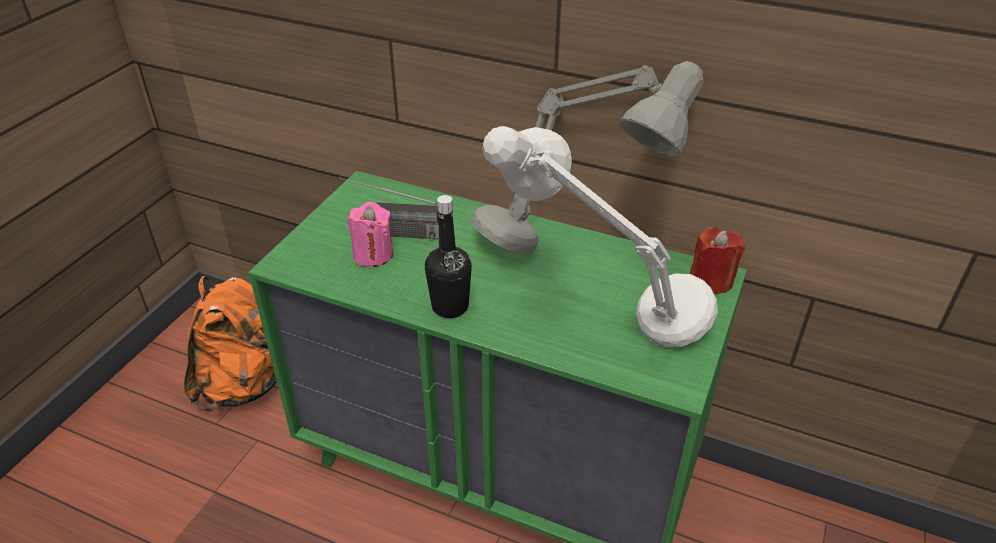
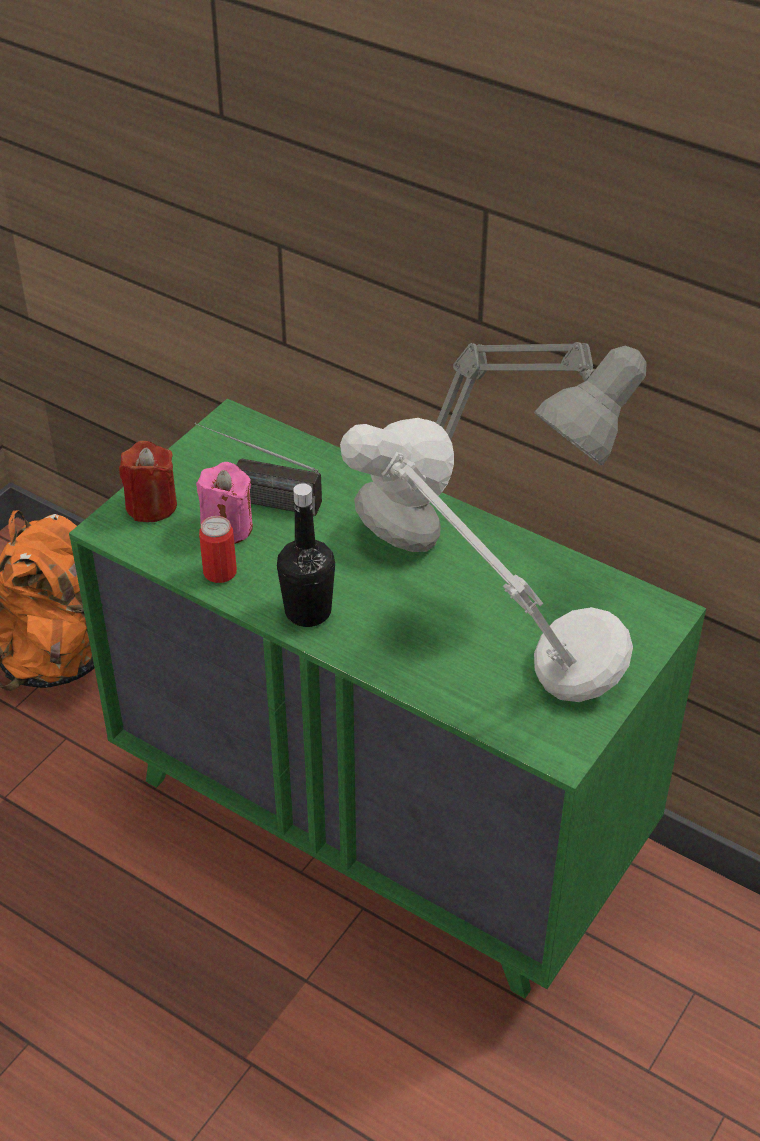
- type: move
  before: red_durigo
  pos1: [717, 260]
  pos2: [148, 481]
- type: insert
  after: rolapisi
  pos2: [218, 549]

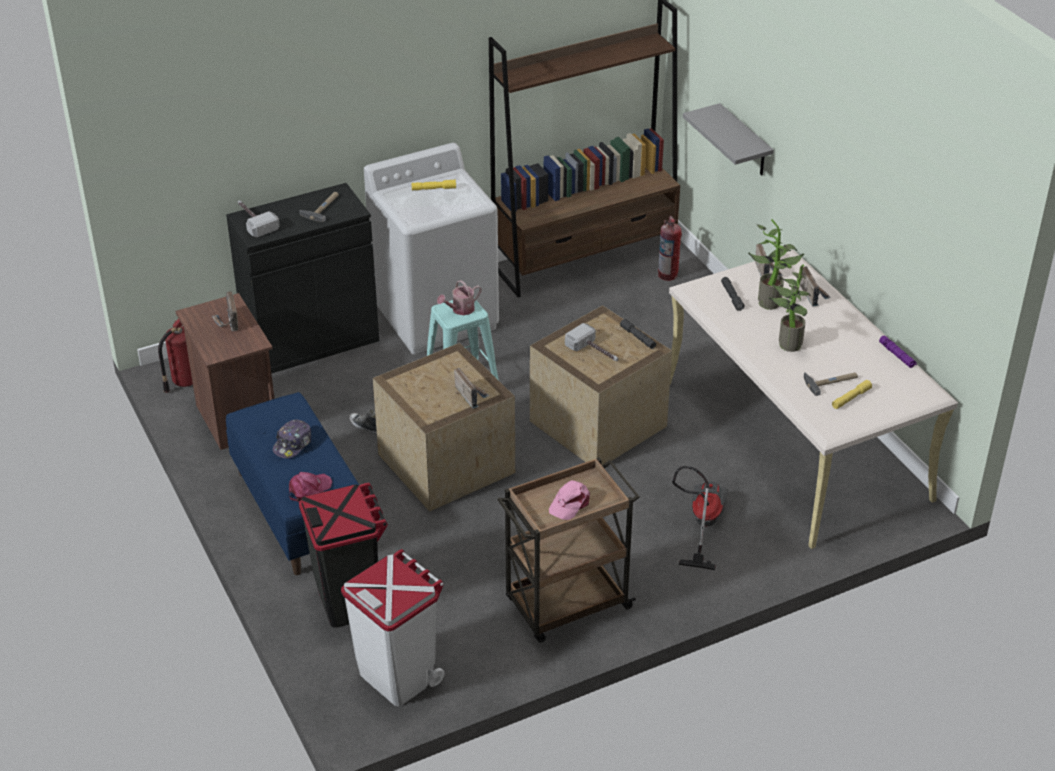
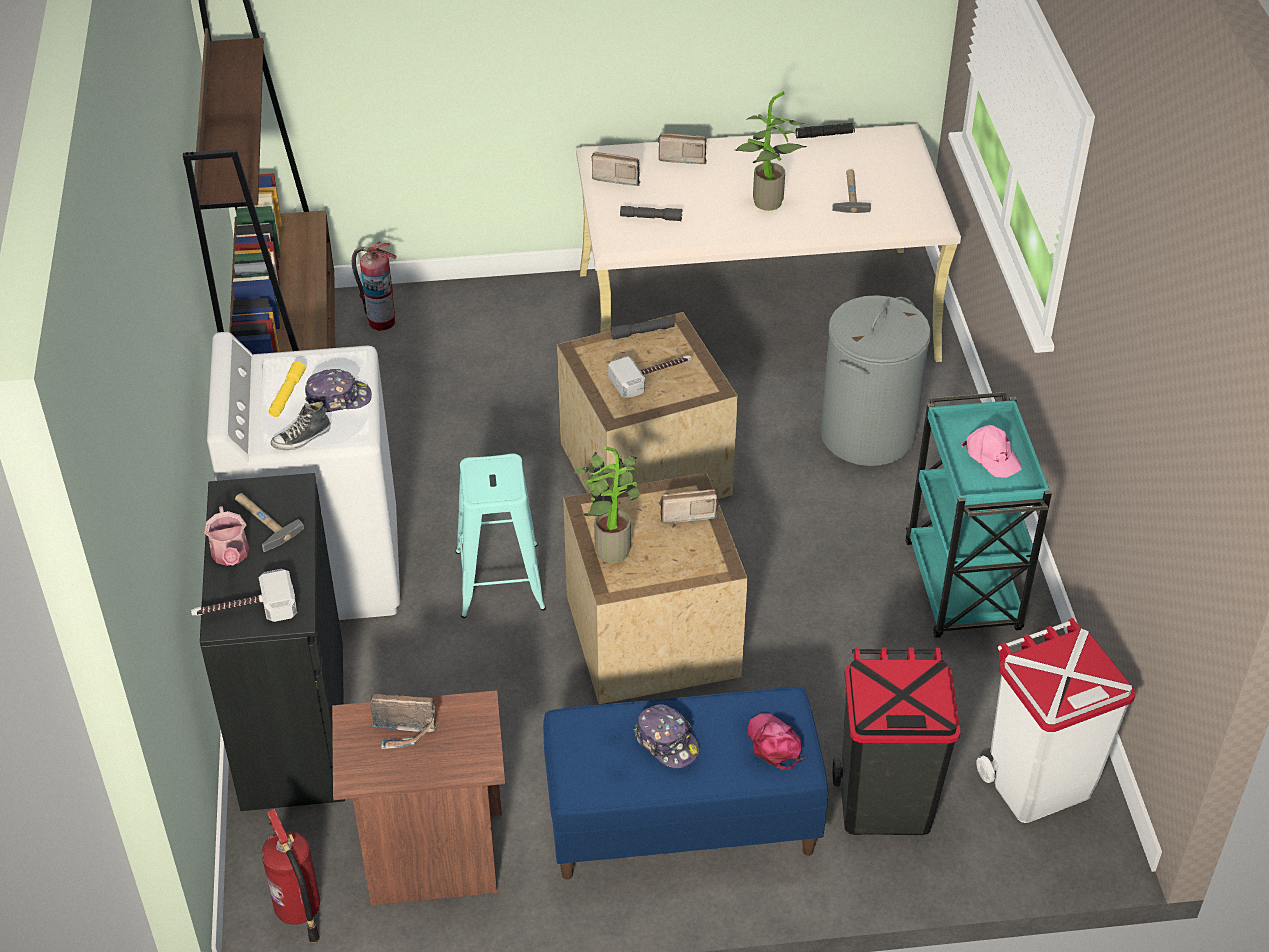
- type: move
  before: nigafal
  pos1: [363, 422]
  pos2: [301, 426]
- type: move
  before: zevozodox
  pos1: [459, 297]
  pos2: [226, 536]
- type: recolor
  before: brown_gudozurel
  after: turquoise_gudozurel
  pos1: [568, 550]
  pos2: [978, 515]
- type: replace
  before: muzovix
  after: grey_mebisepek
  pos1: [700, 518]
  pos2: [875, 380]
- type: delete
  before: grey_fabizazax
  pos1: [728, 139]
- type: move
  before: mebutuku
  pos1: [776, 264]
  pos2: [606, 505]
- type: delete
  before: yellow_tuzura
  pos1: [852, 394]
- type: recolor
  before: purple_tuzura
  after: black_tuzura
  pos1: [898, 352]
  pos2: [825, 130]
- type: insert
  after: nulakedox
  pos2: [338, 390]

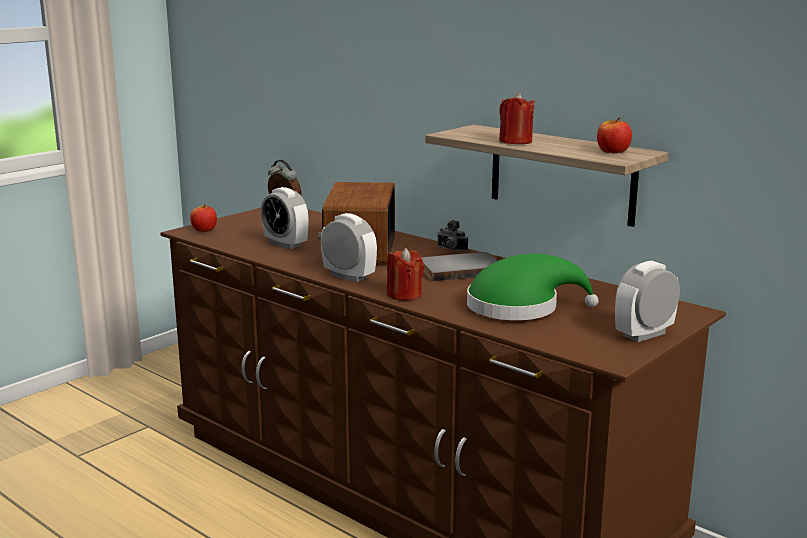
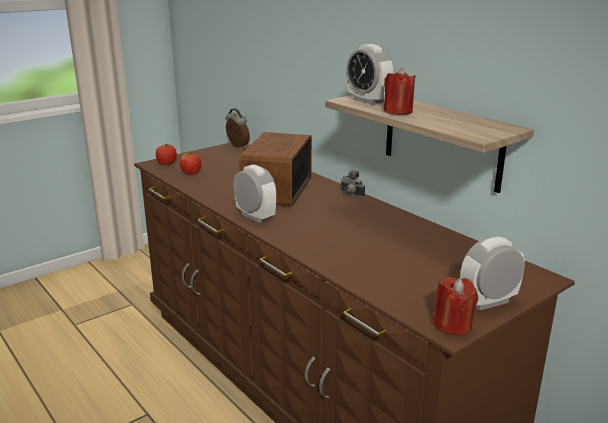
- type: move
  before: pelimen
  pos1: [284, 218]
  pos2: [370, 74]
- type: move
  before: red_durigo
  pos1: [405, 274]
  pos2: [455, 306]
- type: delete
  before: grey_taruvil
  pos1: [459, 266]
- type: delete
  before: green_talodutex
  pos1: [533, 287]
- type: move
  before: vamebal
  pos1: [614, 135]
  pos2: [190, 163]

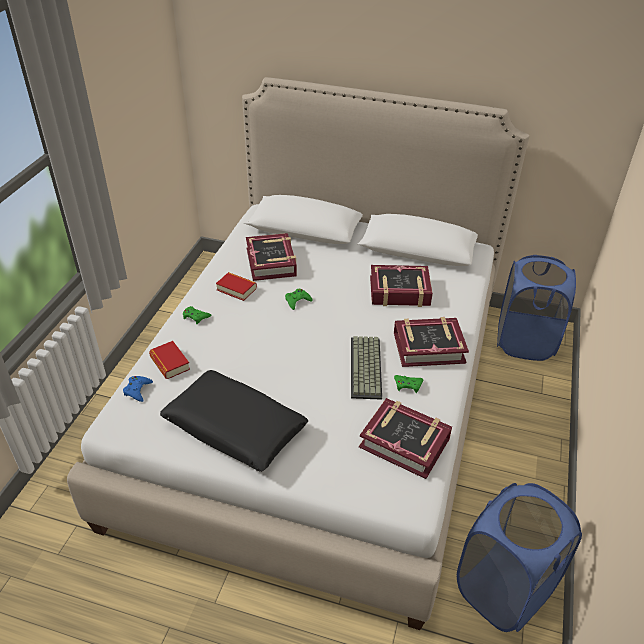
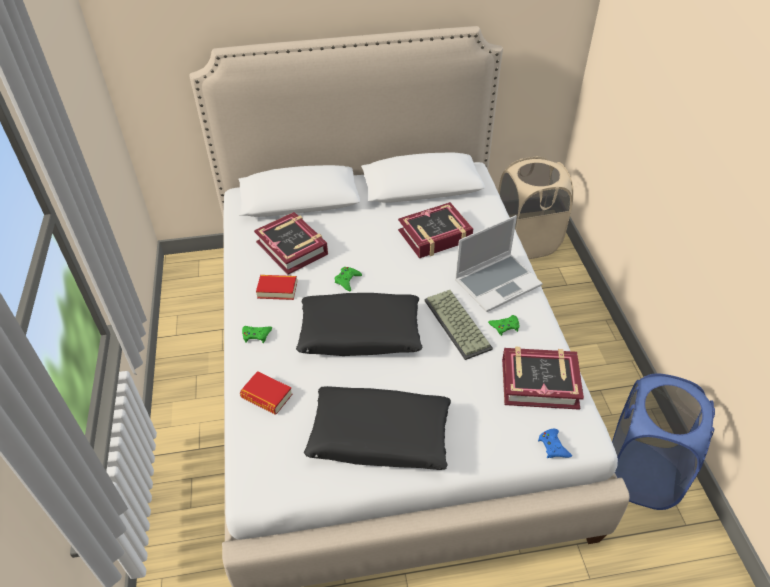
- type: move
  before: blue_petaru
  pos1: [138, 389]
  pos2: [555, 443]
- type: replace
  before: taruvil
  after: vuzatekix
  pos1: [431, 342]
  pos2: [499, 263]
- type: recolor
  before: blue_mebisepek
  after: beige_mebisepek
  pos1: [536, 308]
  pos2: [535, 207]
- type: insert
  after: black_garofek
  pos2: [359, 324]

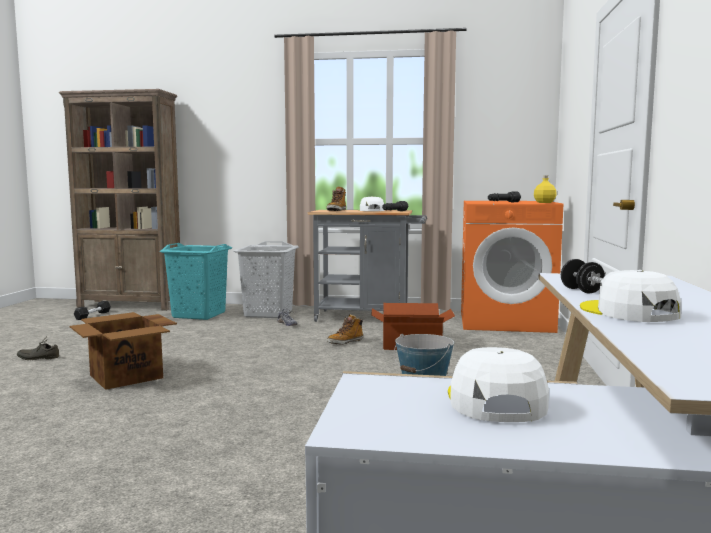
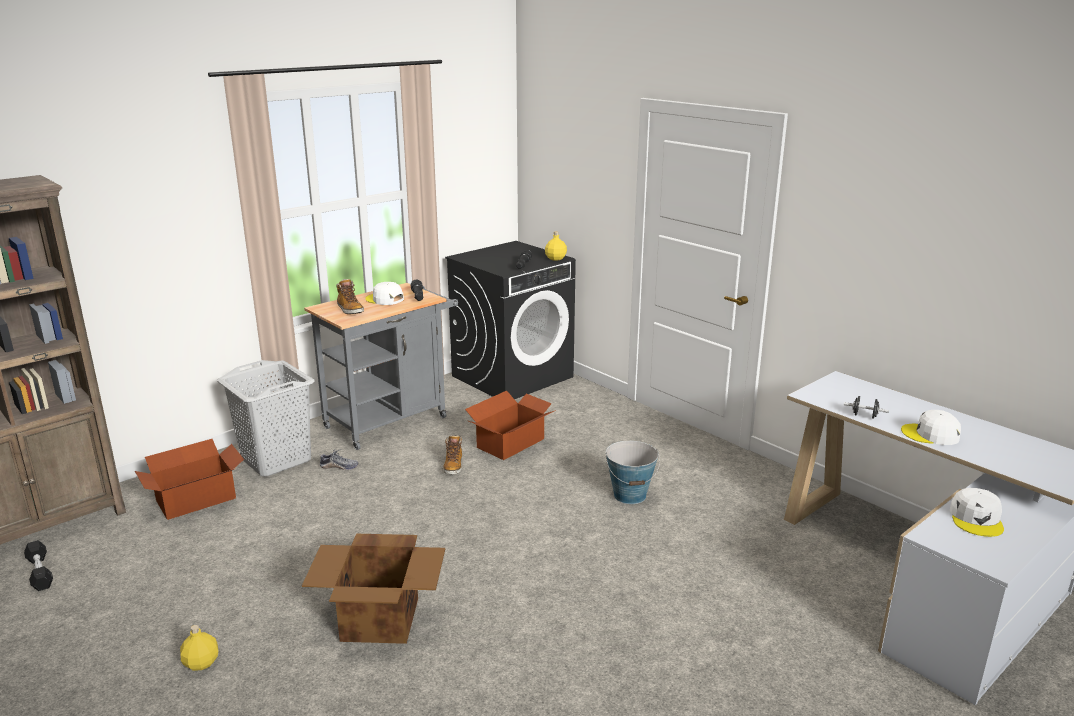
- type: replace
  before: grey_nigafal
  after: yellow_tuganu
  pos1: [38, 350]
  pos2: [199, 648]
- type: replace
  before: turquoise_mebisepek
  after: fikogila
  pos1: [195, 281]
  pos2: [189, 479]
- type: rotate
  before: white_nulakedox
  pos1: [498, 384]
  pos2: [977, 512]
  turn: -120
- type: recolor
  before: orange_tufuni
  after: black_tufuni
  pos1: [512, 267]
  pos2: [510, 320]

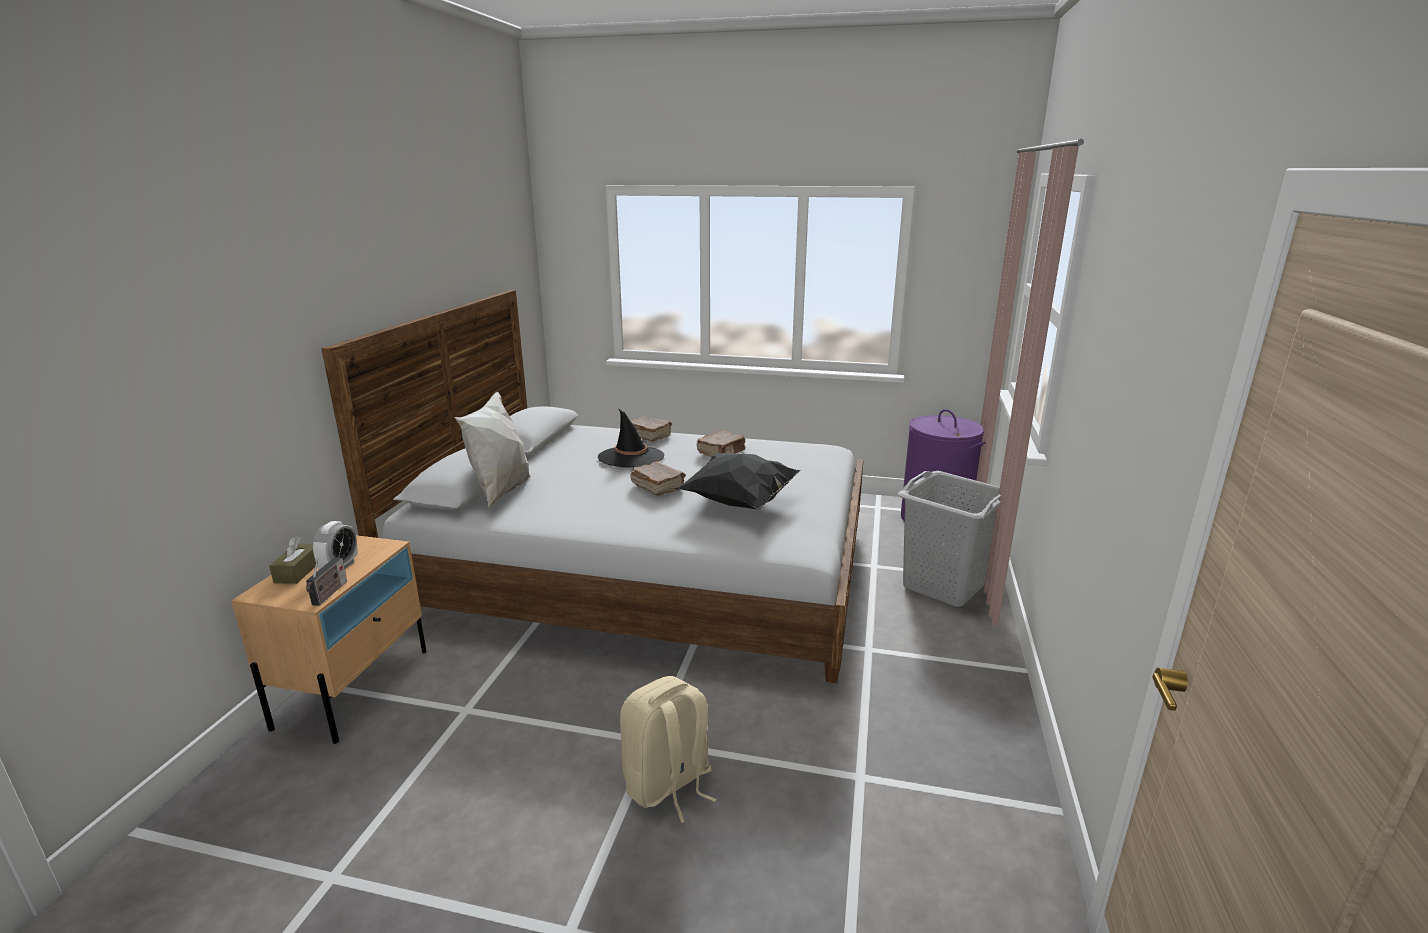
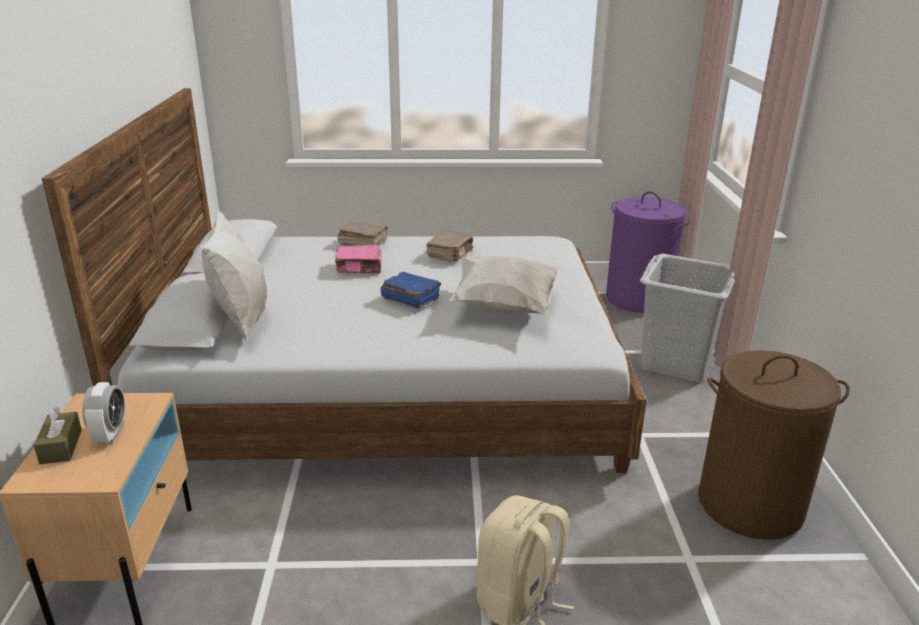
- type: delete
  before: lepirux
  pos1: [326, 581]
- type: replace
  before: black_talodutex
  after: pink_taruvil
  pos1: [631, 437]
  pos2: [358, 259]
- type: recolor
  before: brown_taruvil
  after: blue_taruvil
  pos1: [658, 478]
  pos2: [411, 290]
- type: recolor
  before: black_garofek
  after: white_garofek
  pos1: [738, 482]
  pos2: [503, 285]
- type: insert
  after: brown_mebisepek
  pos2: [774, 445]

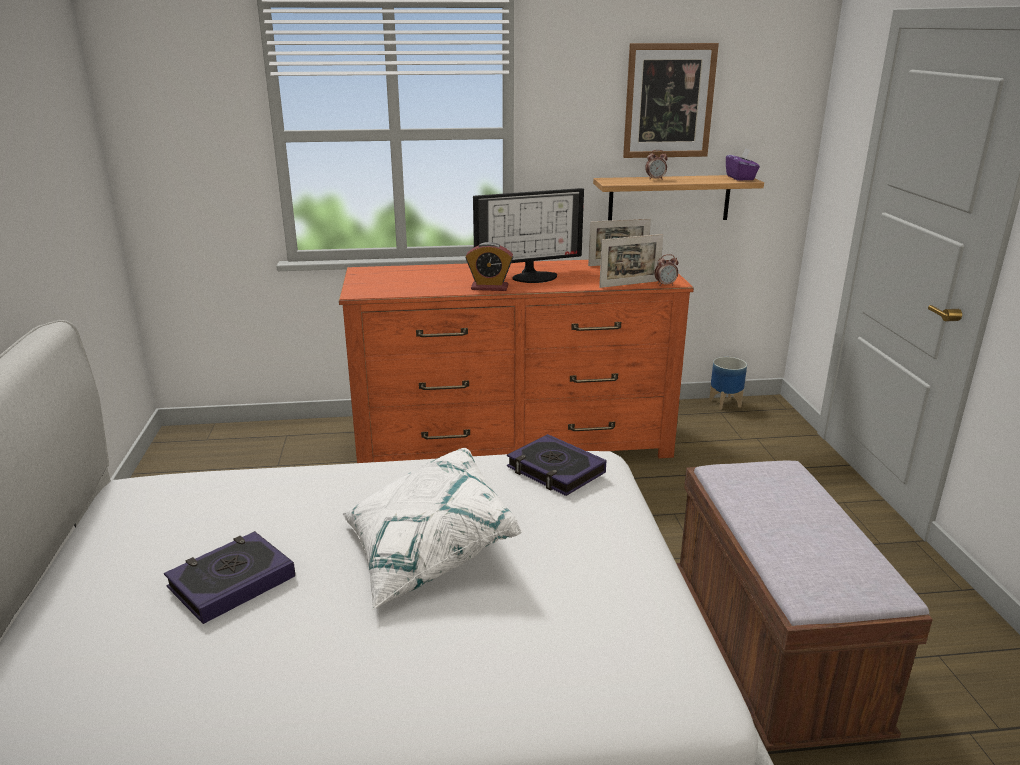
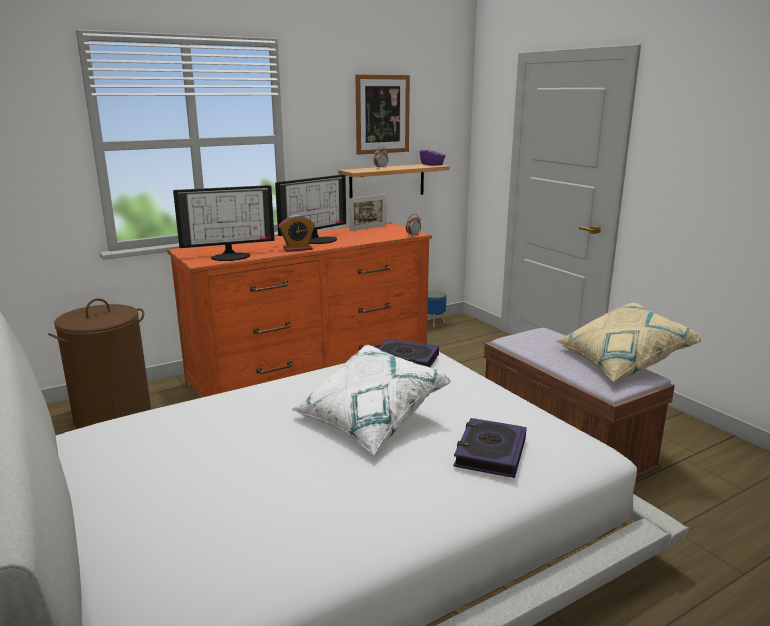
- type: move
  before: taruvil
  pos1: [229, 577]
  pos2: [490, 448]
- type: delete
  before: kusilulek
  pos1: [631, 261]
- type: insert
  after: brown_mebisepek
  pos2: [99, 363]
- type: insert
  after: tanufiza
  pos2: [224, 223]
- type: insert
  after: beige_garofek
  pos2: [629, 342]

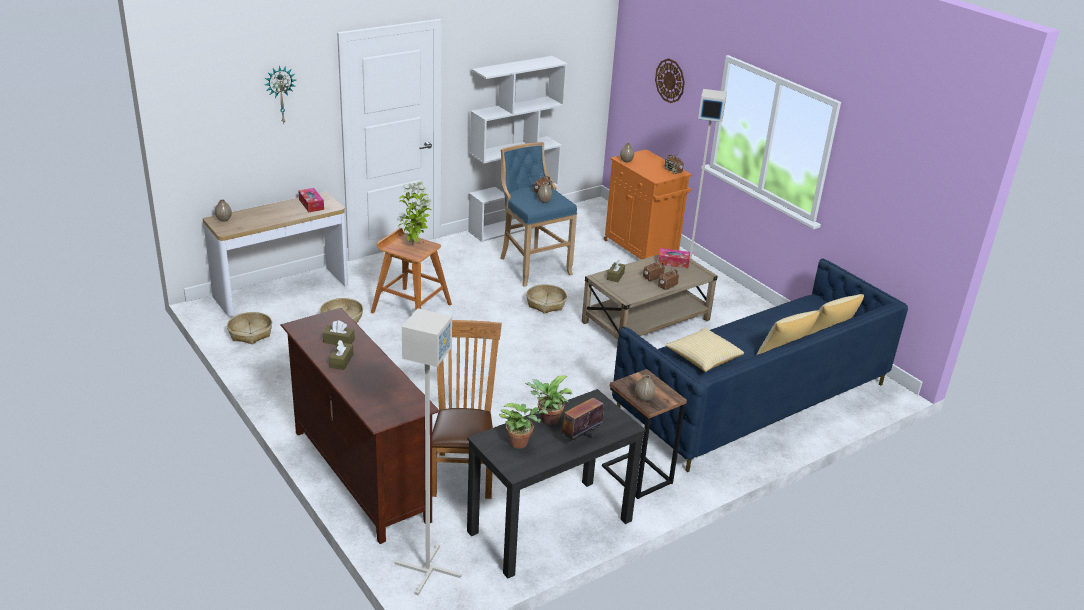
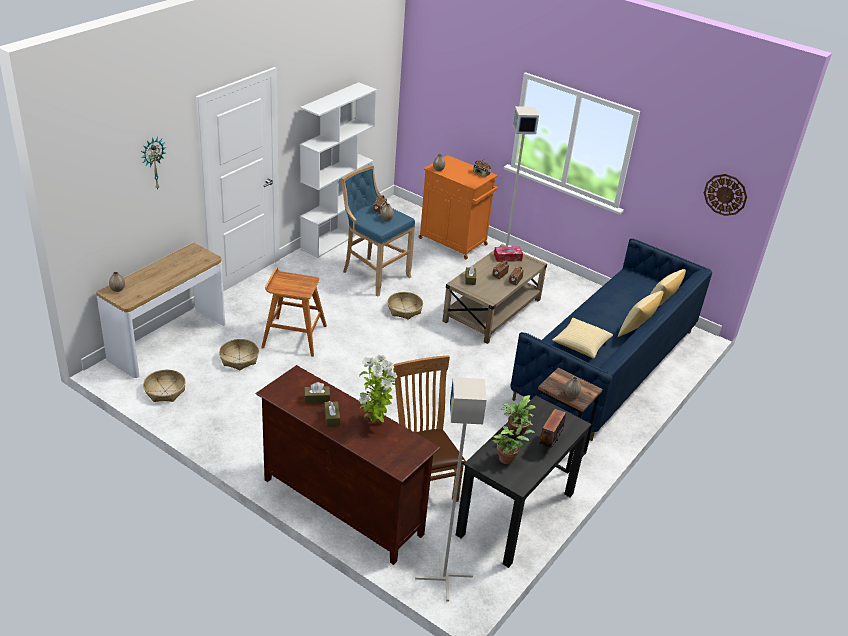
- type: delete
  before: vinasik
  pos1: [311, 200]
- type: move
  before: mebutuku
  pos1: [414, 213]
  pos2: [378, 389]
- type: move
  before: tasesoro
  pos1: [670, 80]
  pos2: [725, 195]

